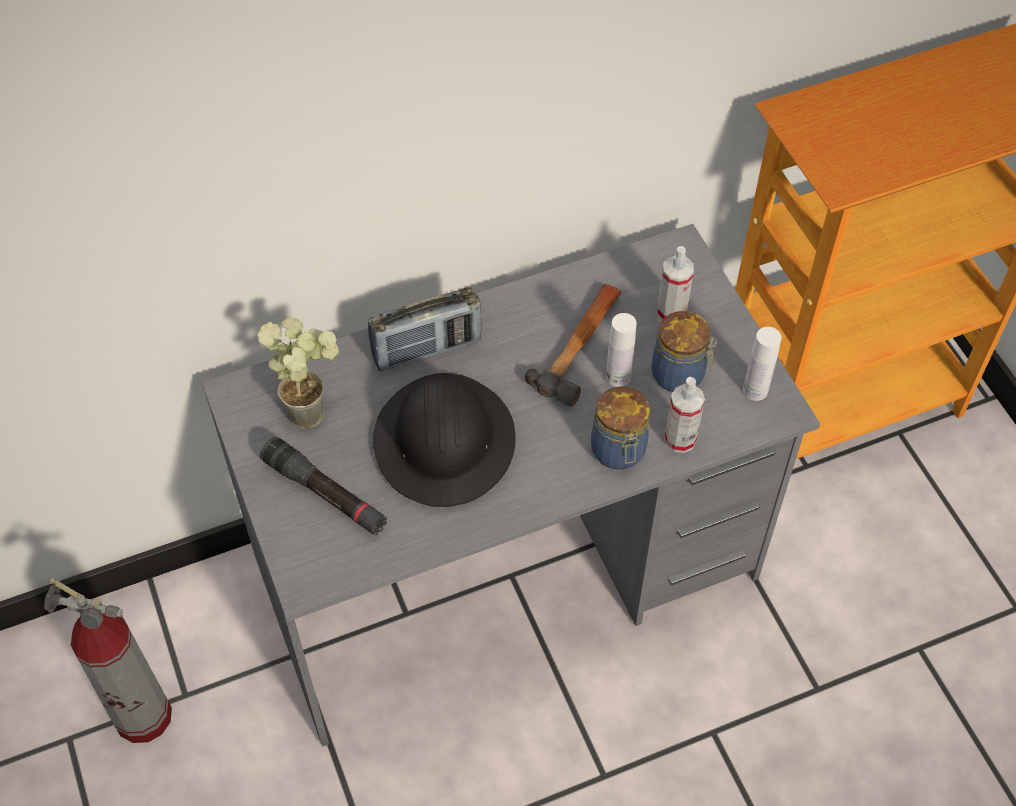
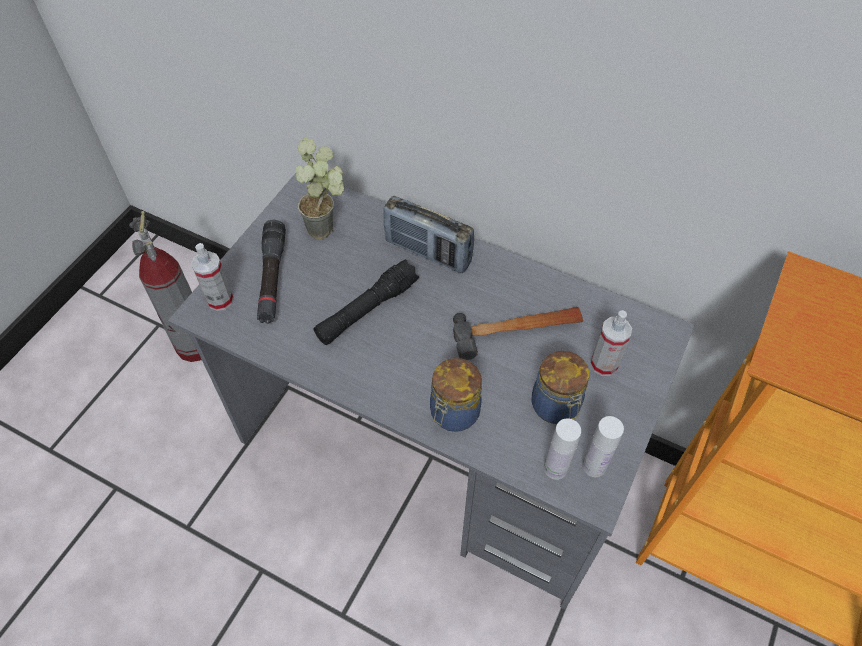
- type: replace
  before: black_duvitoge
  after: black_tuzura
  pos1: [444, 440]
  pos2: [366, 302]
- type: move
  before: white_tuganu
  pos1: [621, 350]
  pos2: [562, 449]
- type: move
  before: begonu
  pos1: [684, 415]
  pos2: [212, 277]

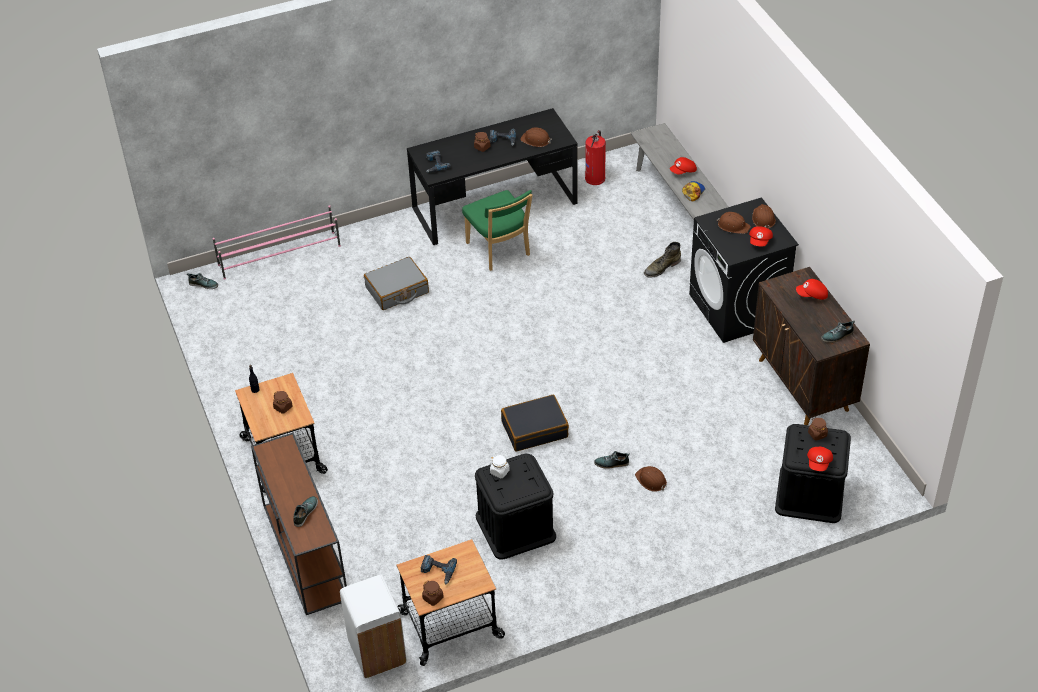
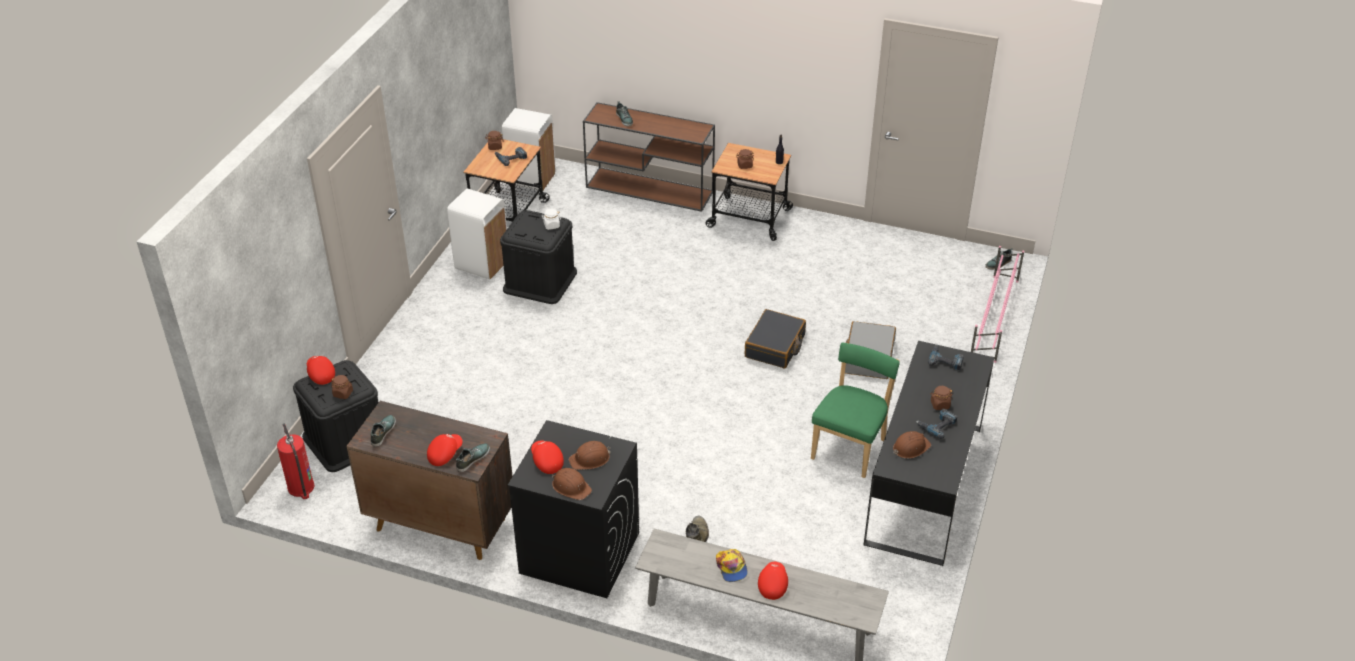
- type: rotate
  before: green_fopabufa
  pos1: [497, 230]
  pos2: [855, 410]
  turn: 105
- type: move
  before: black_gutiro
  pos1: [535, 423]
  pos2: [775, 338]
- type: move
  before: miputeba
  pos1: [595, 157]
  pos2: [296, 461]
- type: move
  before: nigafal
  pos1: [612, 460]
  pos2: [472, 457]
- type: delete
  before: brown_duvitoge
  pos1: [651, 479]
- type: insert
  after: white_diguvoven
  pos2: [477, 234]

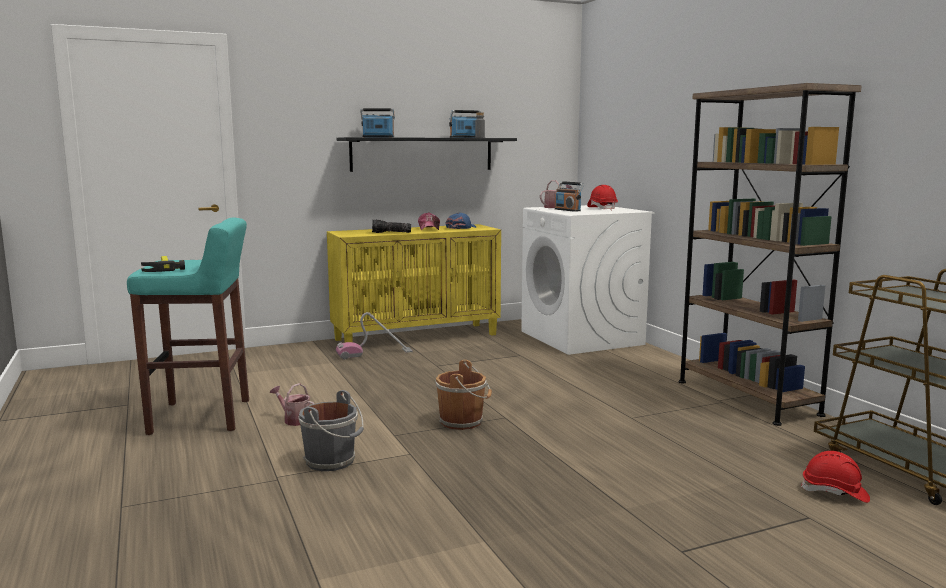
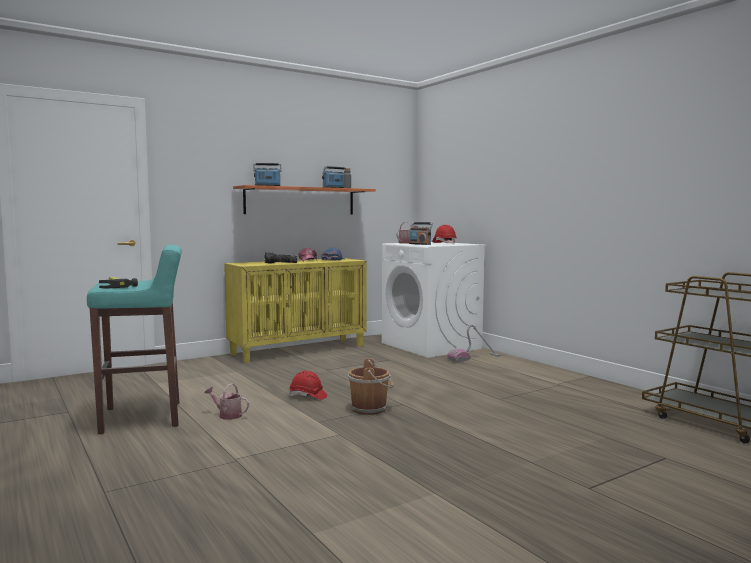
- type: delete
  before: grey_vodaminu
  pos1: [331, 430]
- type: recolor
  before: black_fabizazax
  after: orange_fabizazax
  pos1: [426, 154]
  pos2: [304, 200]
- type: move
  before: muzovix
  pos1: [374, 335]
  pos2: [474, 343]
- type: delete
  before: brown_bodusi
  pos1: [770, 254]
- type: move
  before: red_duvitoge
  pos1: [835, 477]
  pos2: [308, 385]

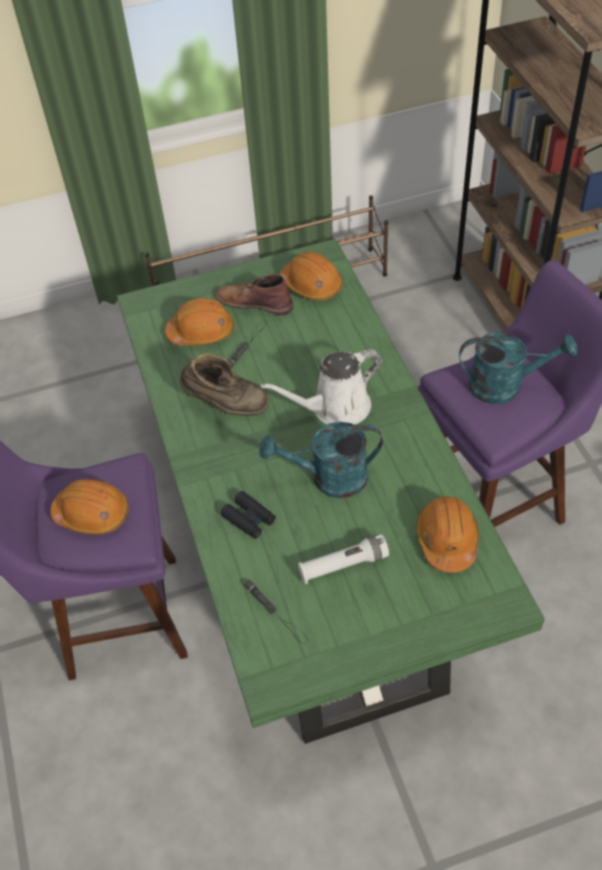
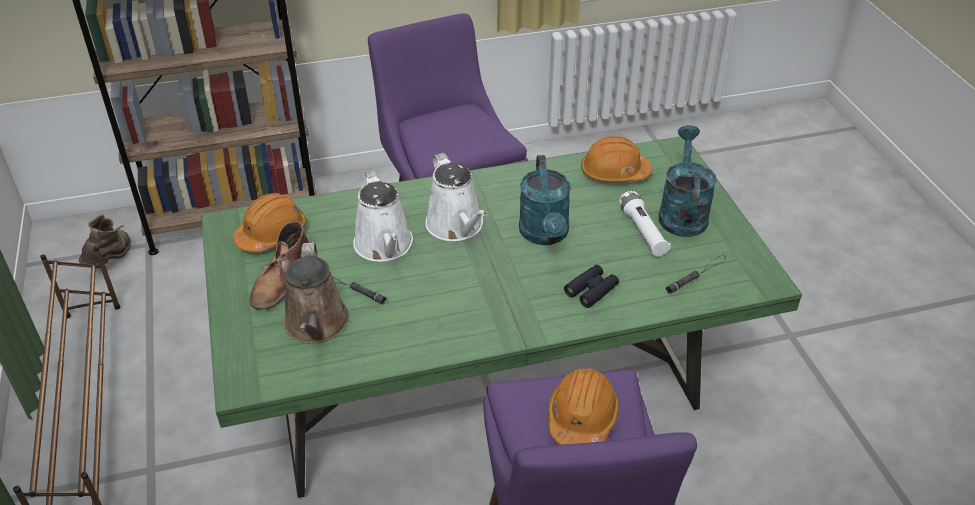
- type: replace
  before: orange_duvitoge
  after: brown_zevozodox
  pos1: [199, 322]
  pos2: [316, 292]
- type: move
  before: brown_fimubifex
  pos1: [225, 384]
  pos2: [104, 239]
- type: move
  before: turquoise_zevozodox
  pos1: [518, 368]
  pos2: [688, 181]
- type: insert
  after: white_zevozodox
  pos2: [383, 216]

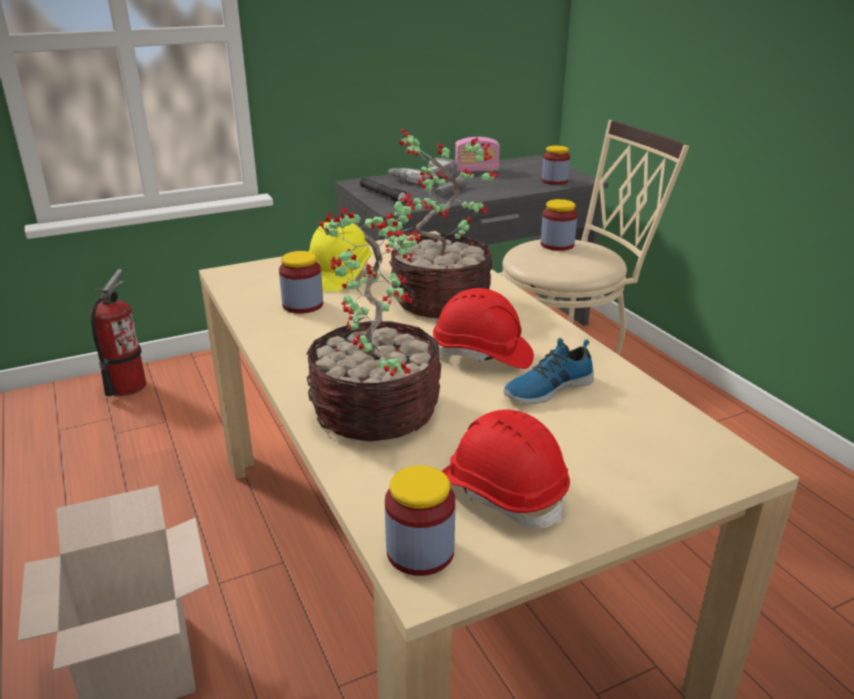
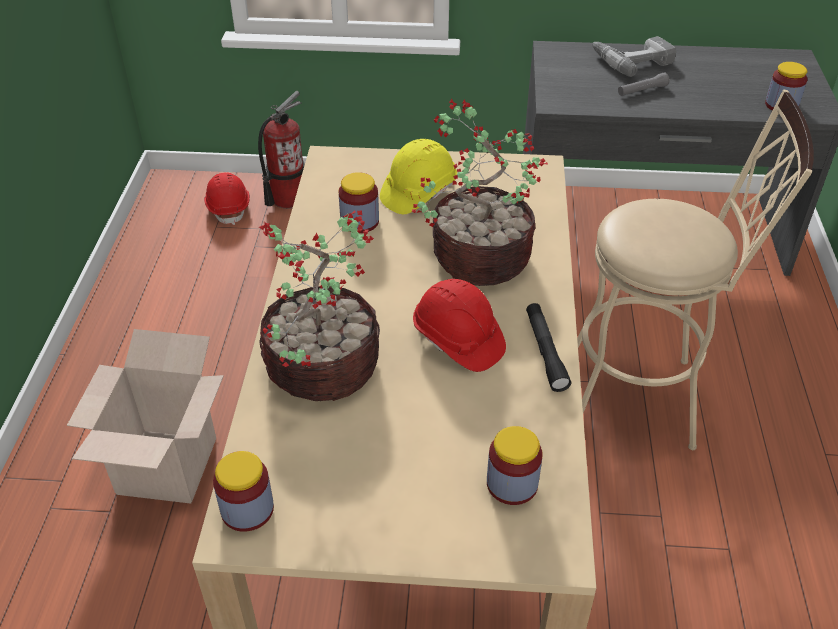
- type: move
  before: black_tuzura
  pos1: [383, 191]
  pos2: [548, 347]
- type: move
  before: red_duvitoge
  pos1: [506, 469]
  pos2: [227, 198]
- type: delete
  before: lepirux
  pos1: [477, 154]
- type: delete
  before: nigafal
  pos1: [548, 371]
- type: move
  before: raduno
  pos1: [559, 225]
  pos2: [515, 465]

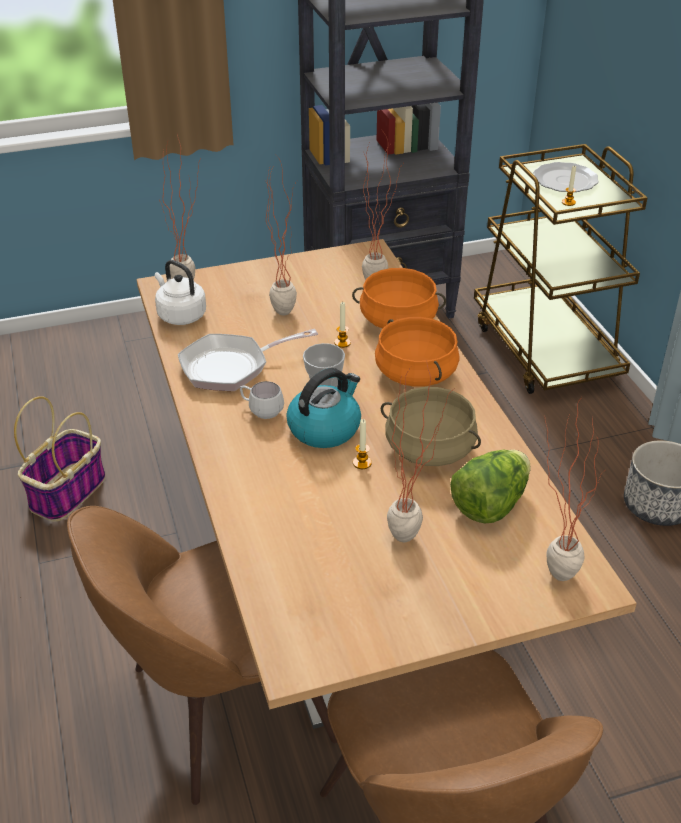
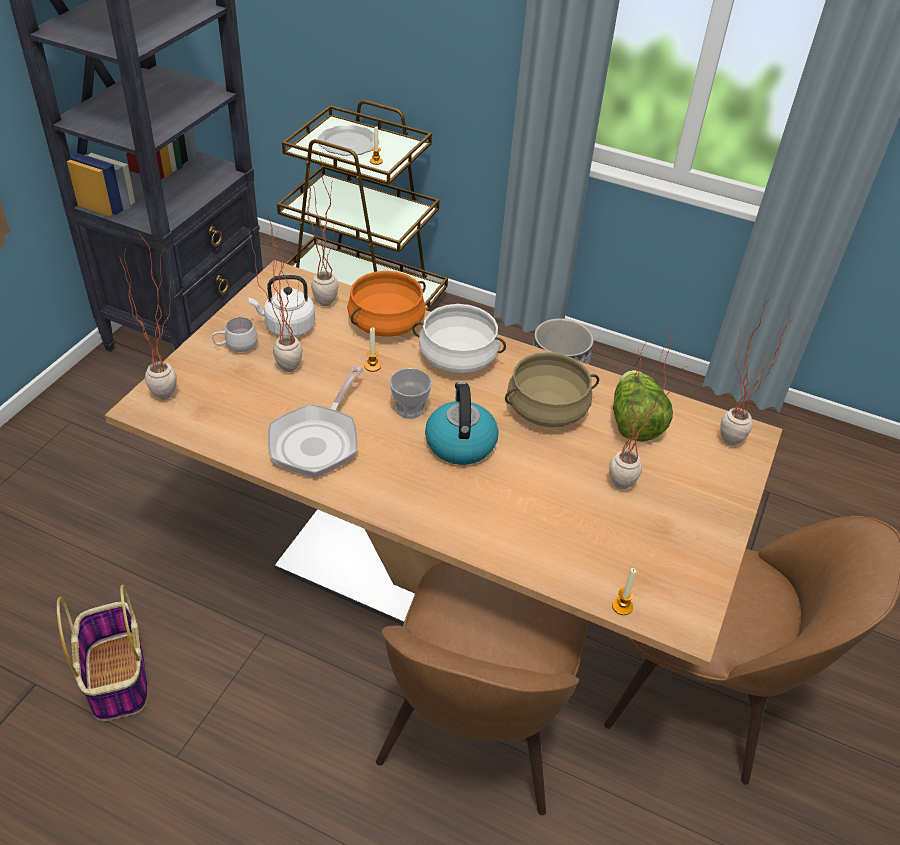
- type: move
  before: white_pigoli
  pos1: [180, 292]
  pos2: [282, 306]
- type: move
  before: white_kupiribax
  pos1: [262, 400]
  pos2: [235, 334]
- type: move
  before: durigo
  pos1: [362, 444]
  pos2: [624, 591]
- type: recolor
  before: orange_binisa
  after: white_binisa
  pos1: [417, 352]
  pos2: [459, 338]

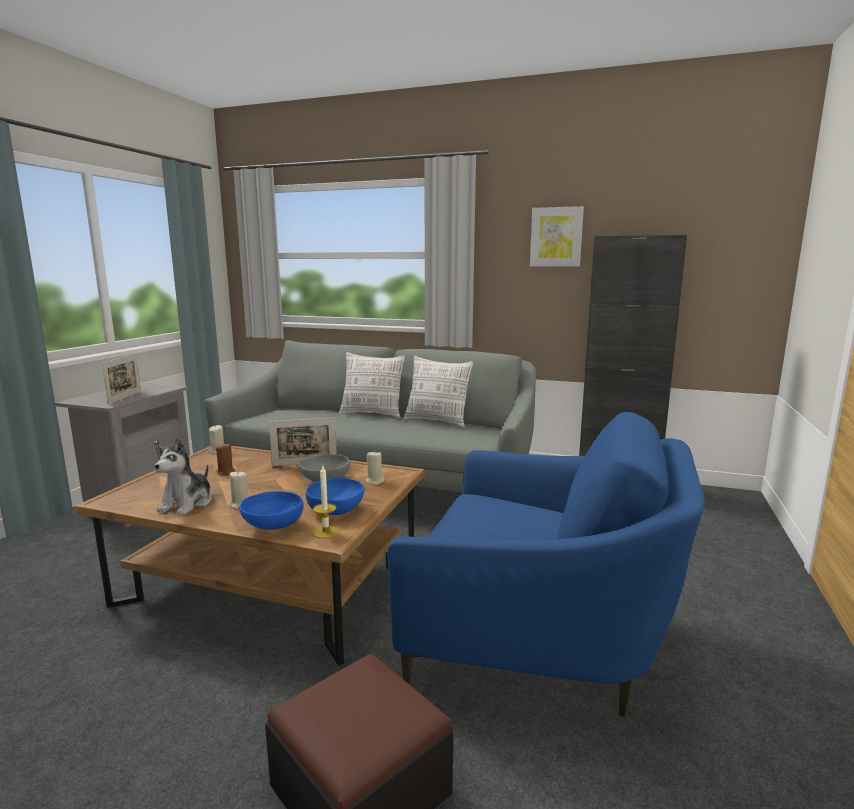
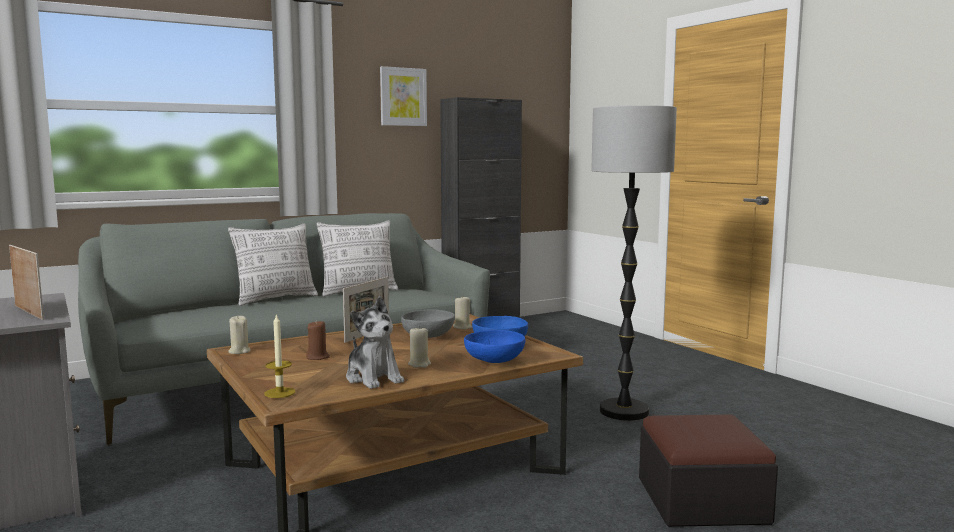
- type: move
  before: durigo
  pos1: [326, 502]
  pos2: [279, 355]
- type: replace
  before: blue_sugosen
  after: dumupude
  pos1: [546, 564]
  pos2: [634, 263]

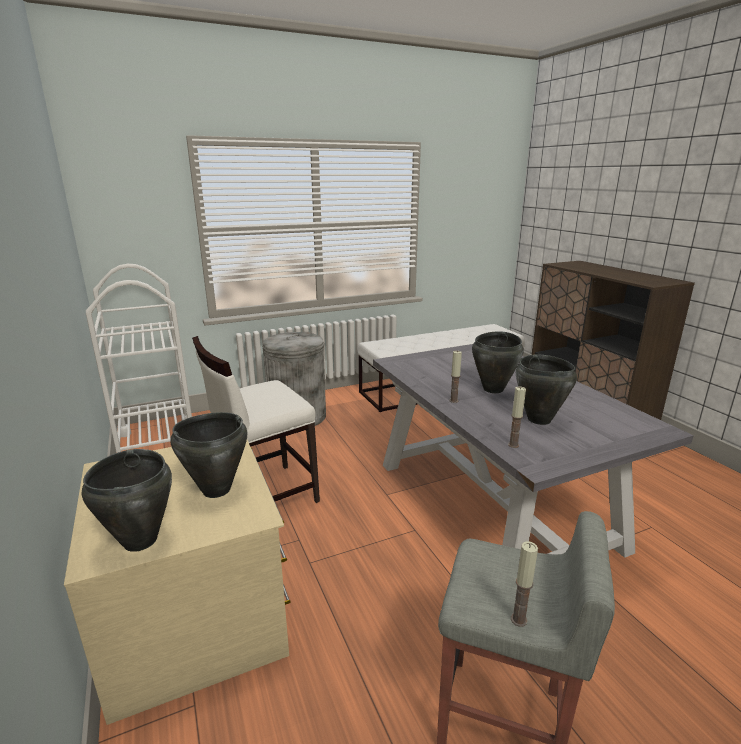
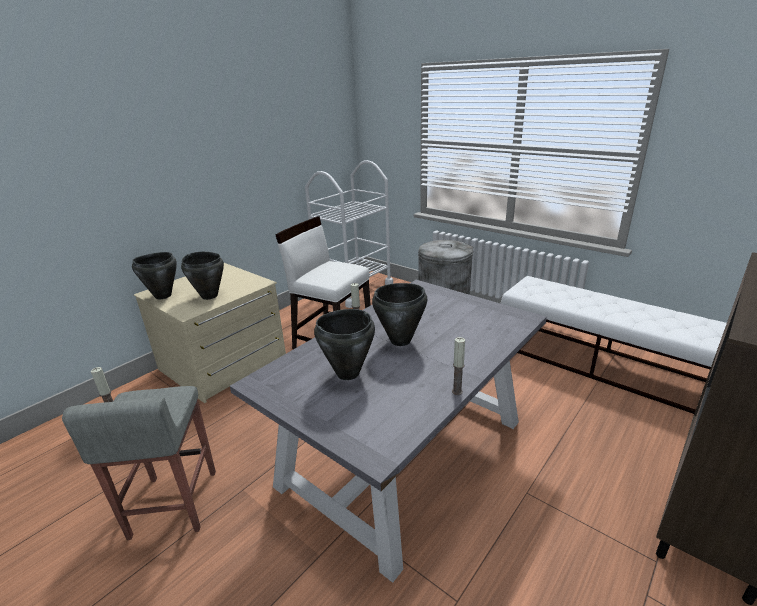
- type: move
  before: durigo
  pos1: [517, 417]
  pos2: [458, 366]

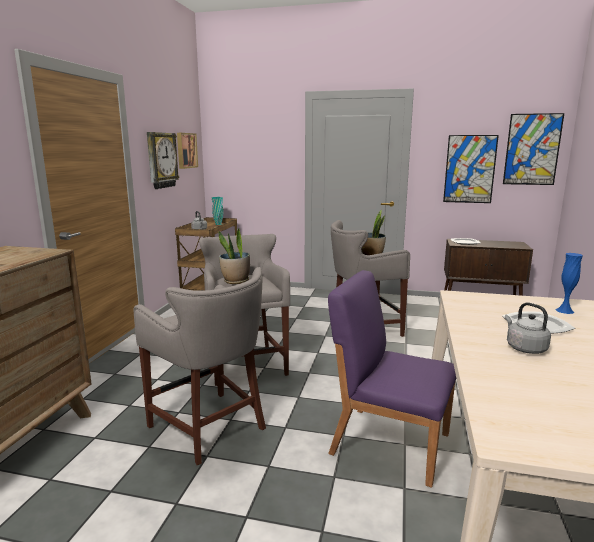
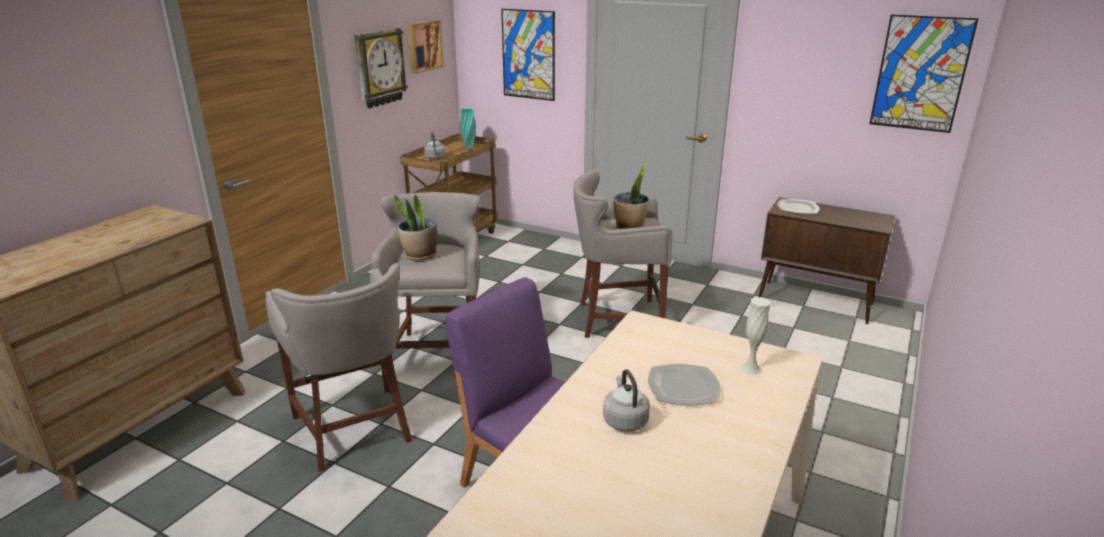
- type: move
  before: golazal
  pos1: [471, 169]
  pos2: [528, 55]
- type: recolor
  before: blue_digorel
  after: white_digorel
  pos1: [569, 283]
  pos2: [755, 336]

